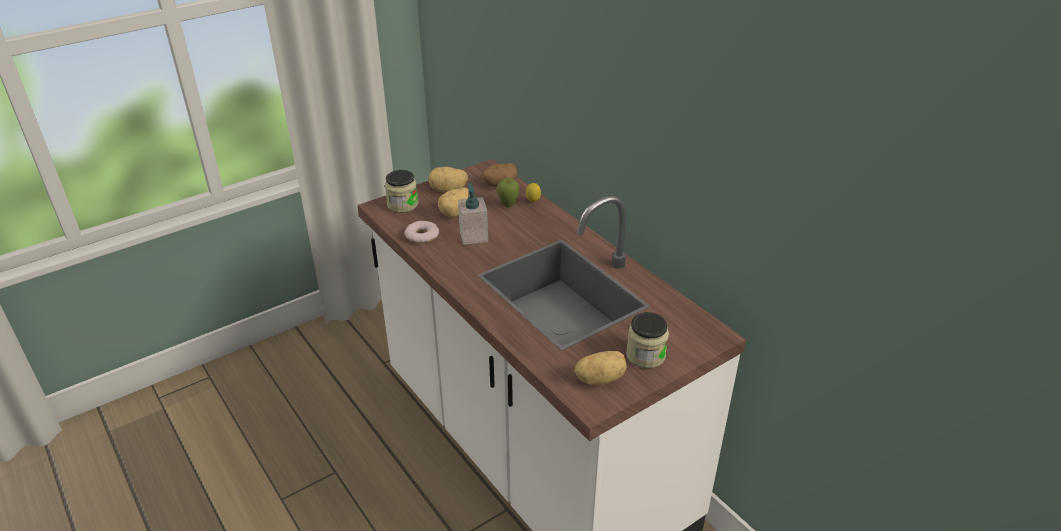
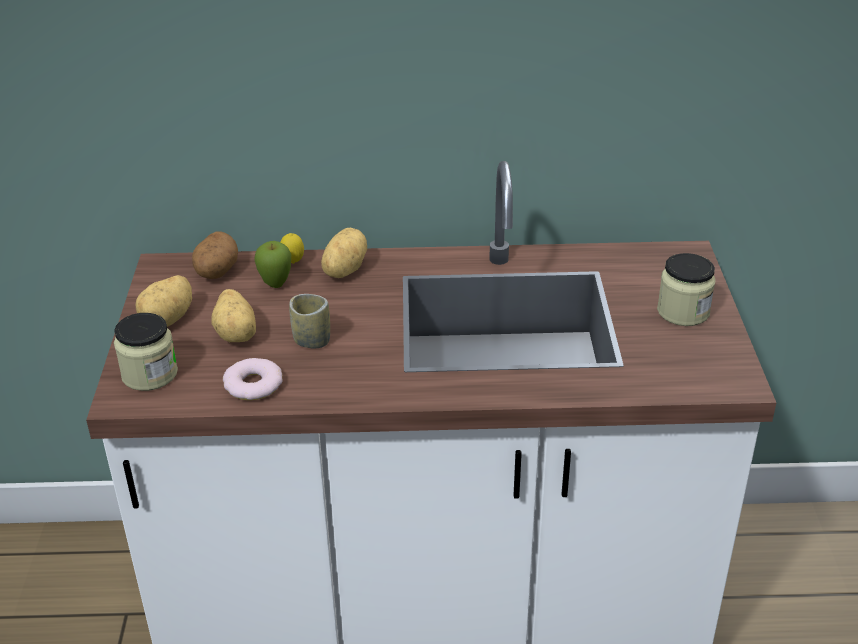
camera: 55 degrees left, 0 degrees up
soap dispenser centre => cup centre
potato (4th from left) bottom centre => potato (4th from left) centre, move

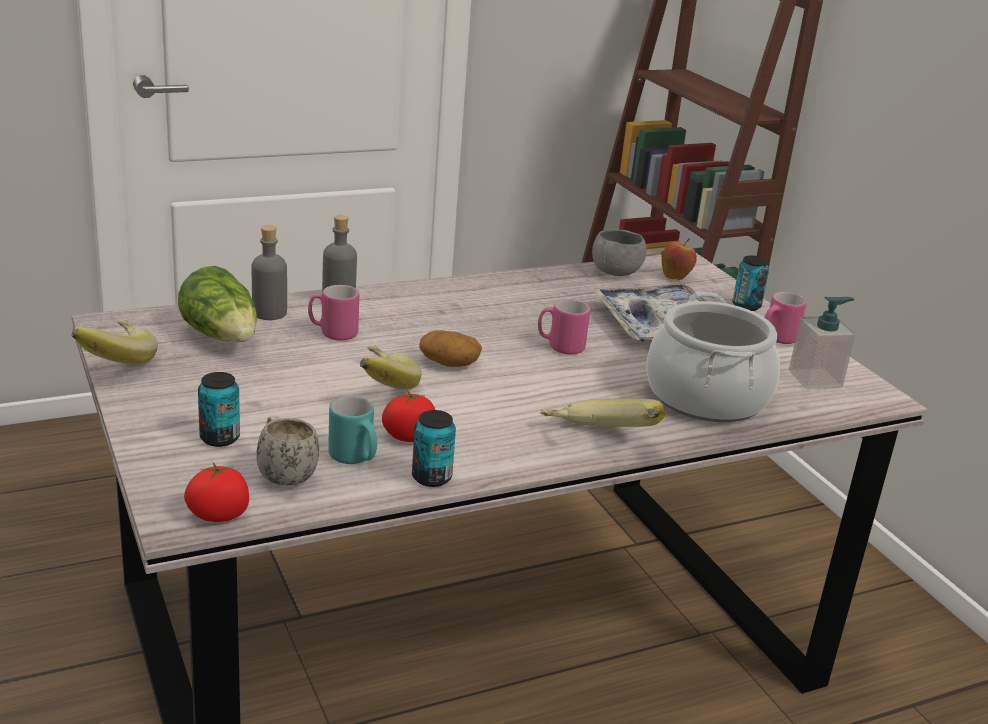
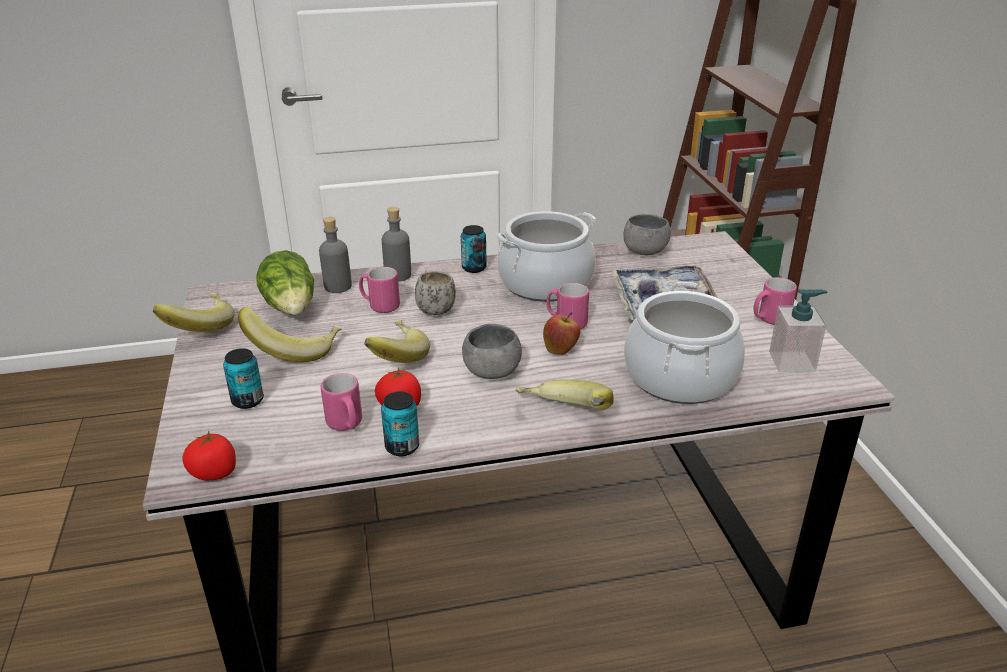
camera: 15 degrees right, 5 degrees up
apple middle right => apple centre, move
can (3rd from left) middle right => can (3rd from left) centre, move
potato centre => nothing
turquoise mug centre => pink mug (1st from left) centre
white mug middle left => white mug centre, move
nothing => cooking pot (1st from left) centre
nothing => banana (2nd from left) middle left
nothing => grey bowl (1st from left) centre

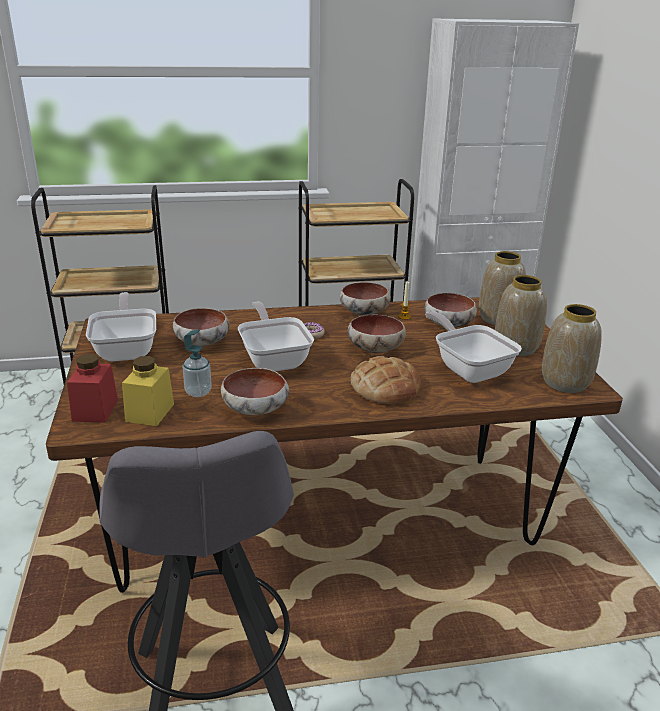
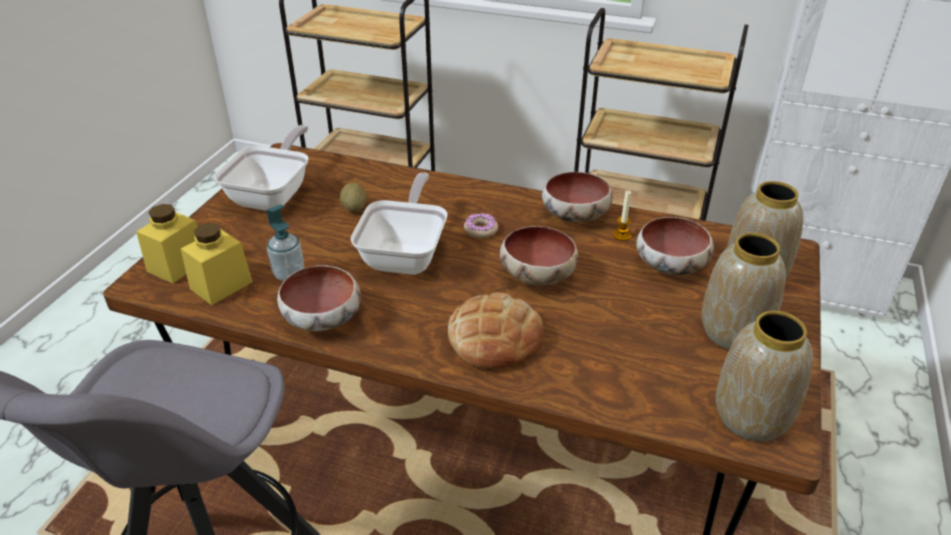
camera: 30 degrees right, 10 degrees up
bowl (1st from left) middle left => potato centre
frying pan (3rd from left) middle right => nothing
red jar middle left => yellow jar (1st from left) middle left

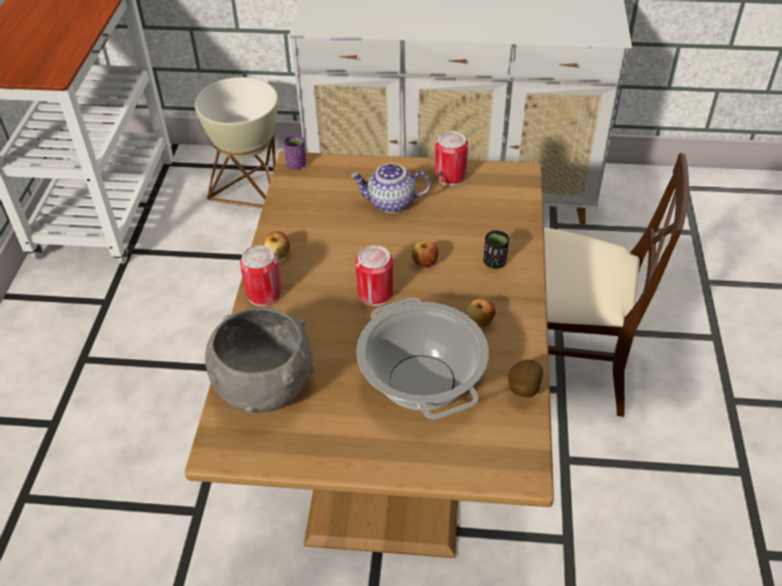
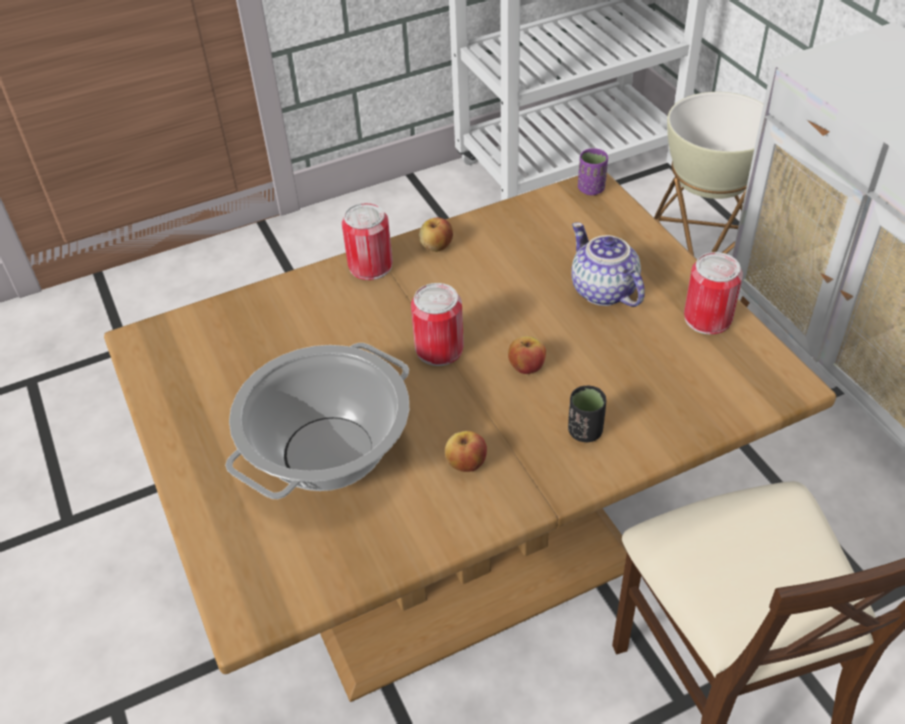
camera: 60 degrees right, 0 degrees up
grey bowl middle left => nothing
potato middle right => nothing

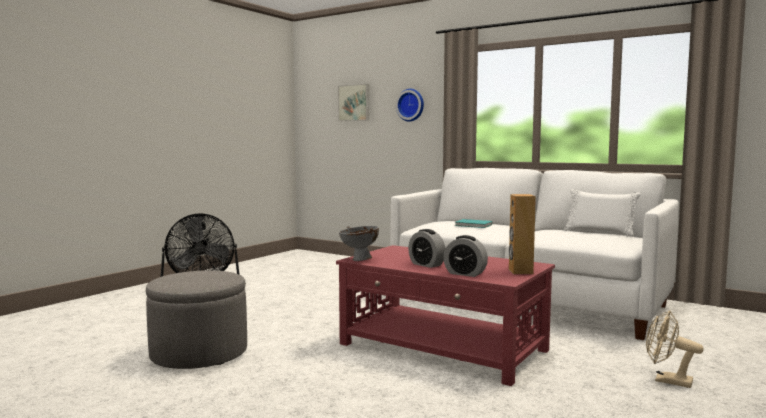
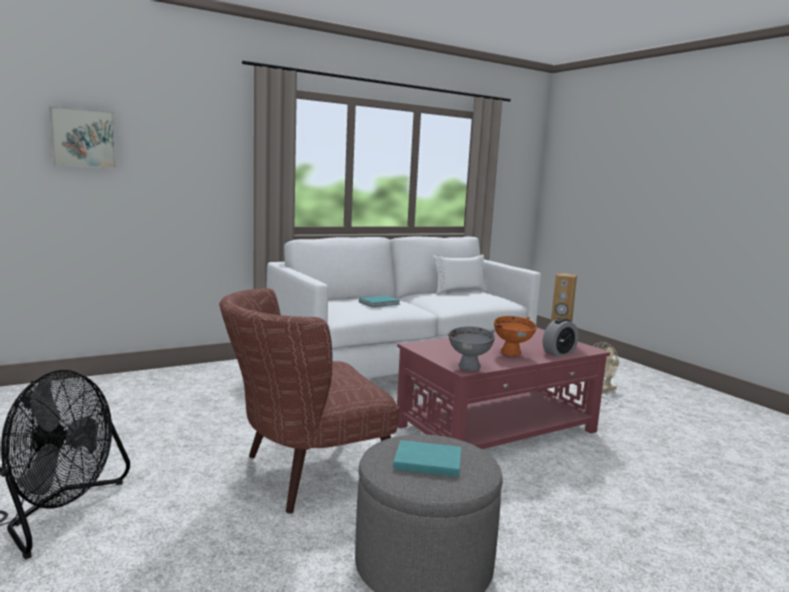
camera: 65 degrees left, 5 degrees up
wall clock top centre => nothing
alarm clock (1st from left) centre => orange bowl centre
nothing => brown armchair bottom centre
nothing => turquoise book (2nd from left) bottom centre

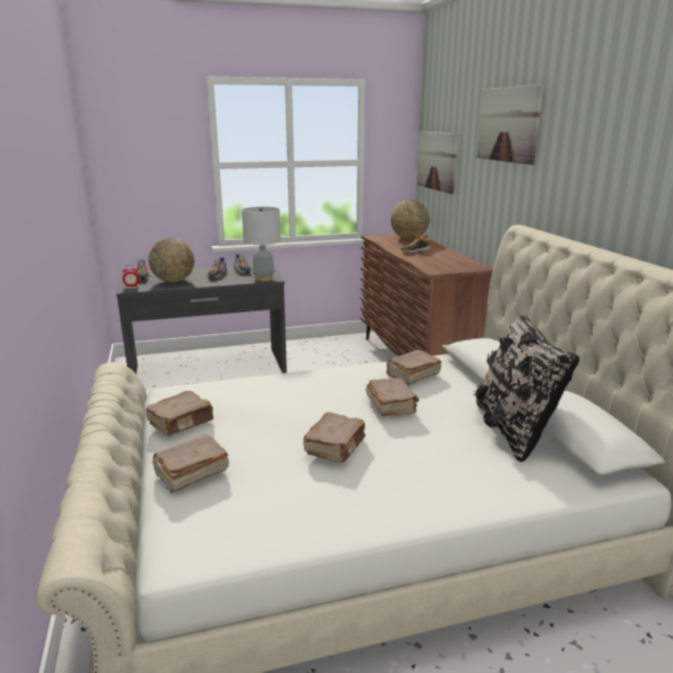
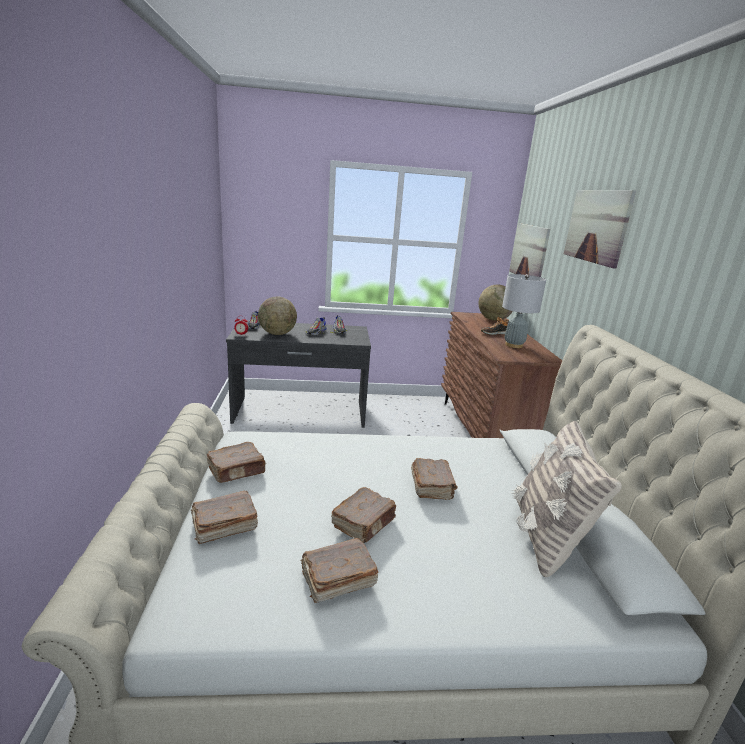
camera: 10 degrees right, 0 degrees up
grey table lamp centre => grey table lamp middle right, move
black pillow middle right => beige pillow bottom right
brown book (5th from left in the first image) centre => brown book (3rd from left) bottom centre, move

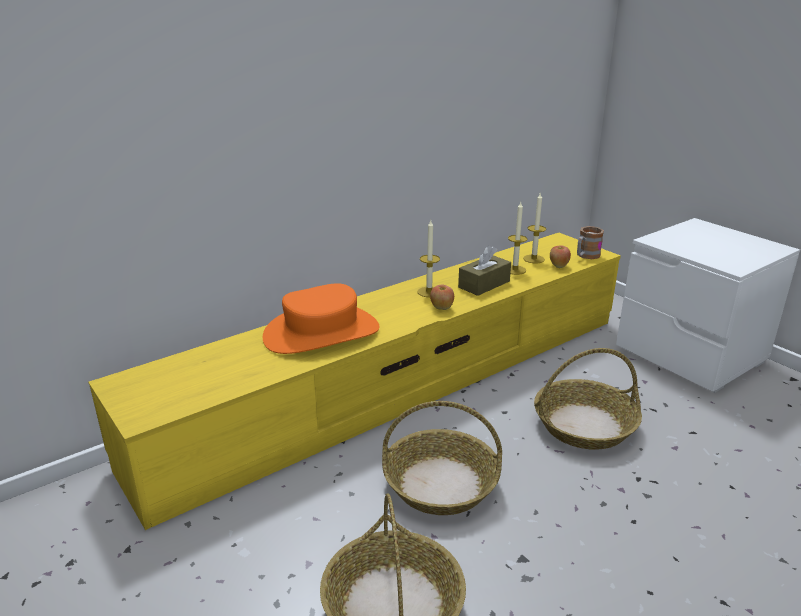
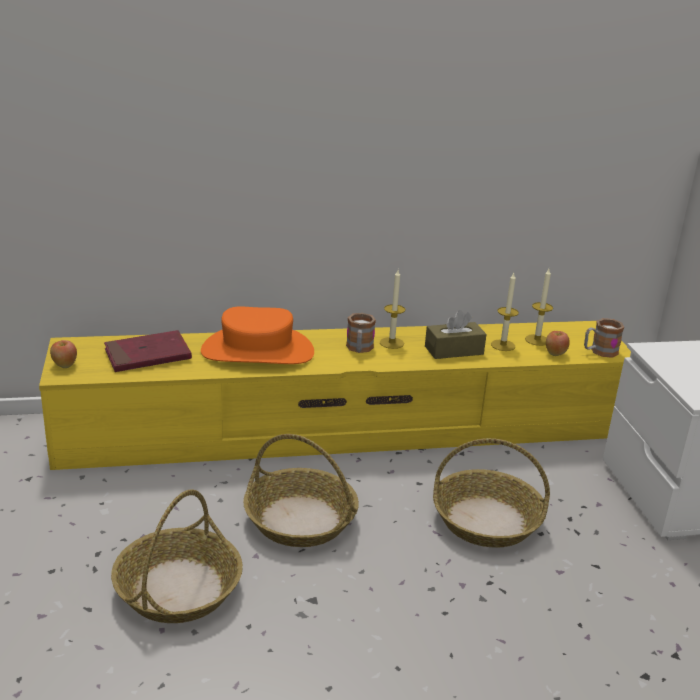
camera: 25 degrees right, 0 degrees up
apple (1st from left) centre => apple (1st from left) middle left, move
nothing => mug (1st from left) centre
nothing => red book middle left

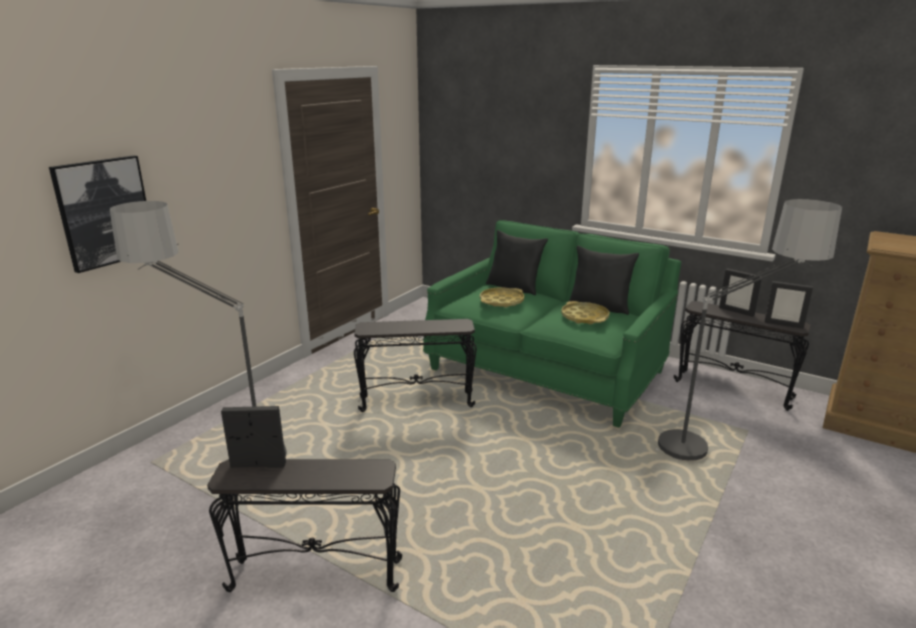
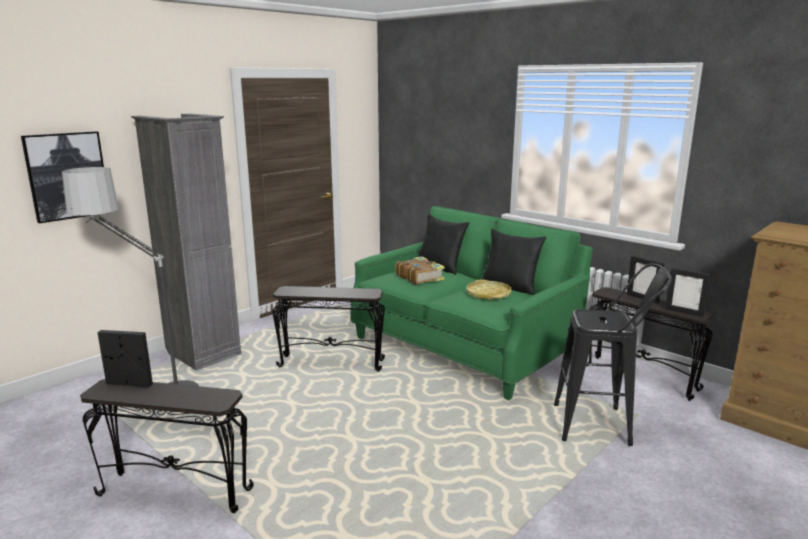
camera: 10 degrees right, 5 degrees down
floor lamp (2nd from left) middle right => black stool middle right
yellow tray (1st from left) centre => book centre
nothing => grey cabinet middle left

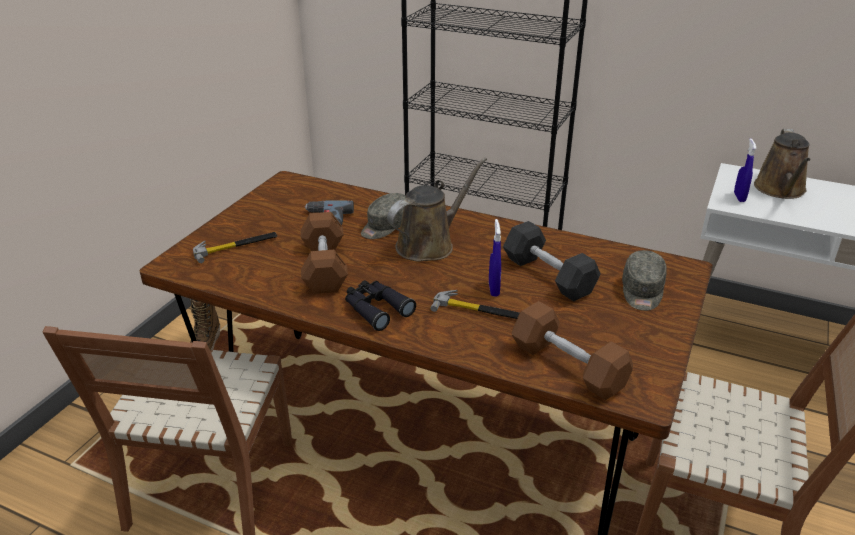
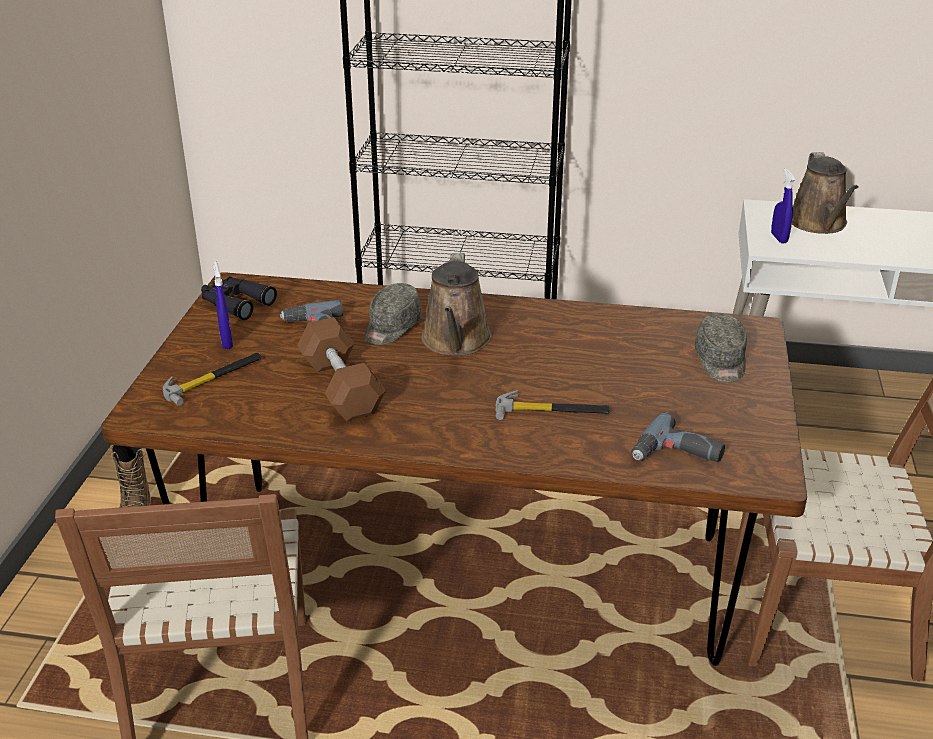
camera: 15 degrees left, 0 degrees up
brown watering can (1st from left) centre, 150 degrees clockwise
blue spray bottle (1st from left) centre => blue spray bottle (1st from left) middle left, move
grey dumbbell centre => nothing
black binoculars centre => black binoculars middle left, move
brown dumbbell (2nd from left) middle right => power drill (2nd from left) middle right

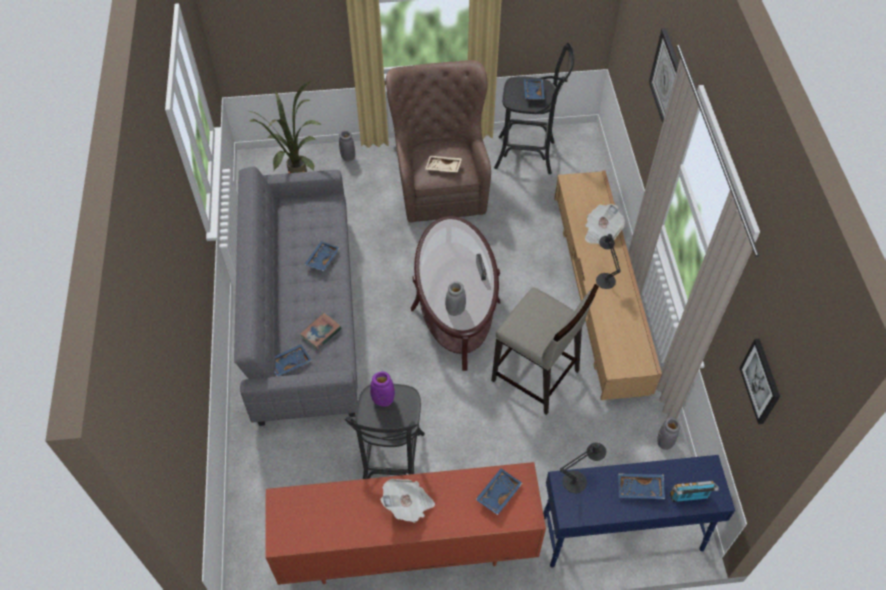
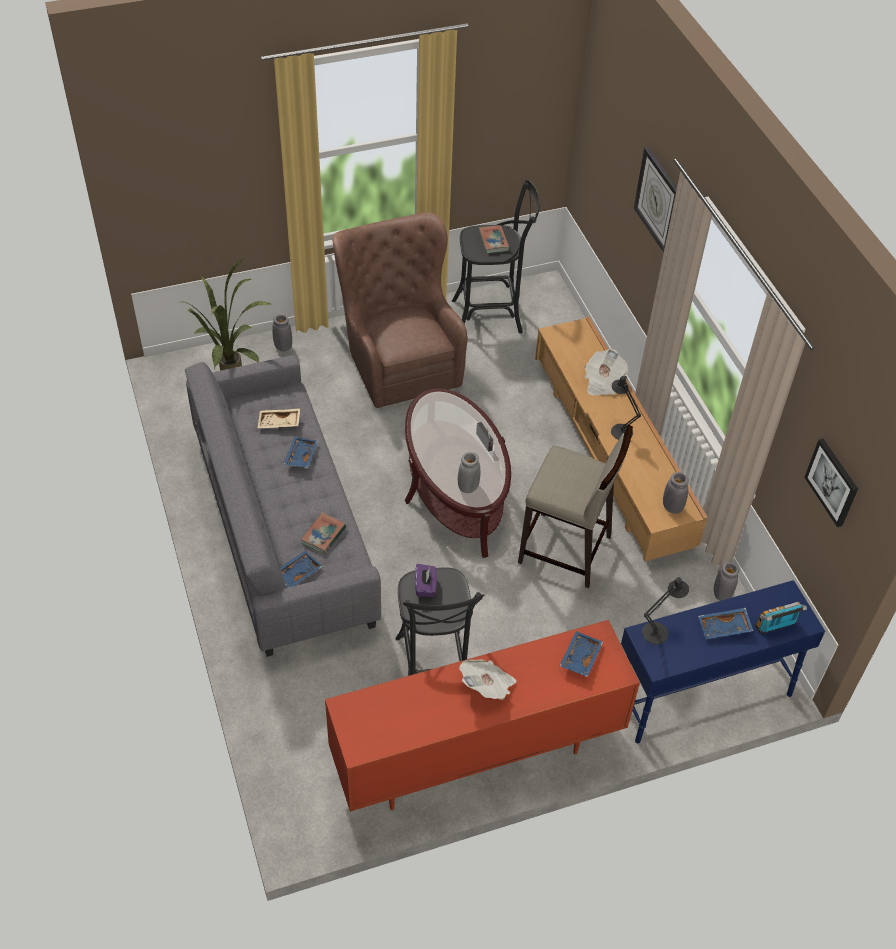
camera: 15 degrees left, 5 degrees down
blue tray (4th from left) top centre => book (2nd from left) top centre
beige tray top centre => beige tray middle left, move
purple vase centre => purple tissue box centre
nothing => grey vase (3rd from left) middle right

